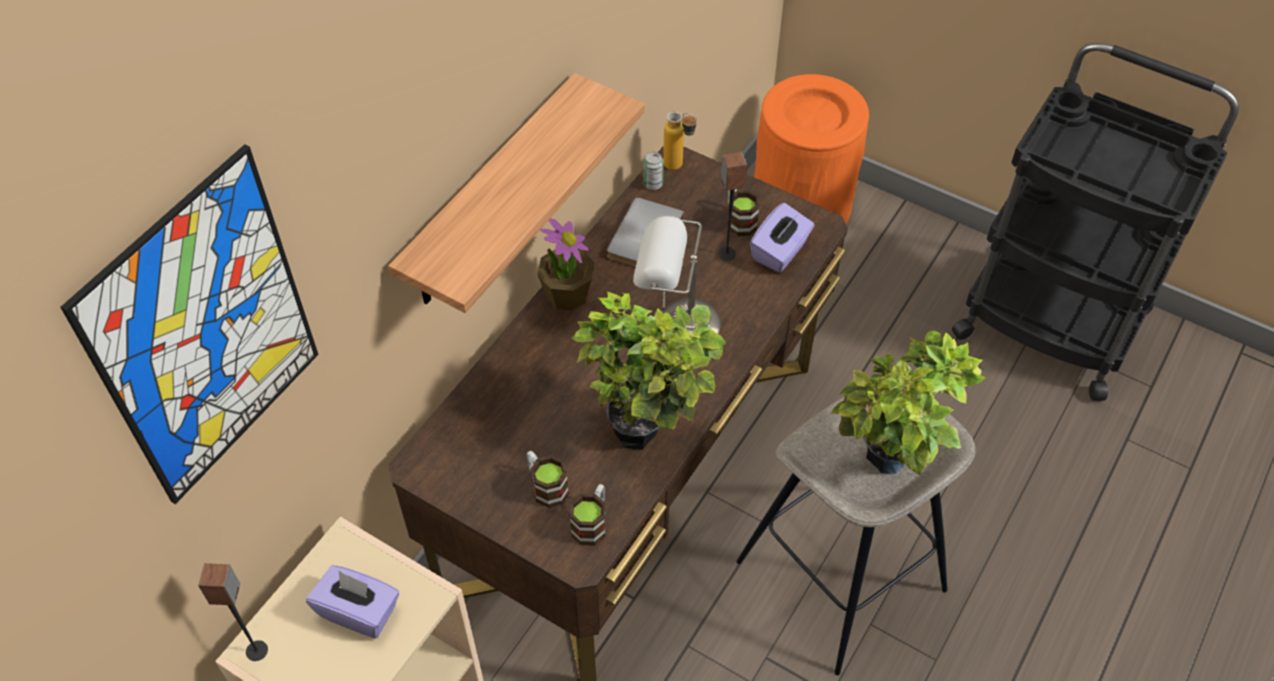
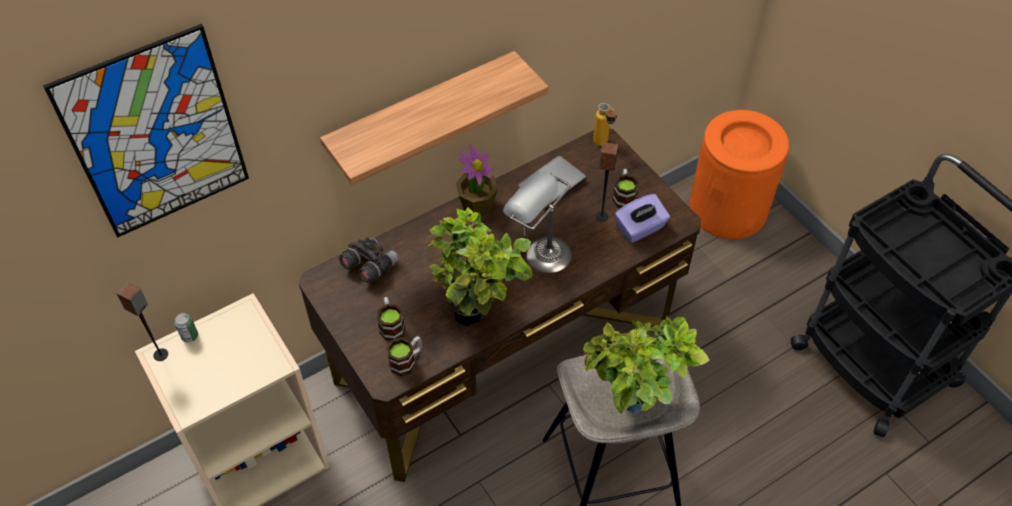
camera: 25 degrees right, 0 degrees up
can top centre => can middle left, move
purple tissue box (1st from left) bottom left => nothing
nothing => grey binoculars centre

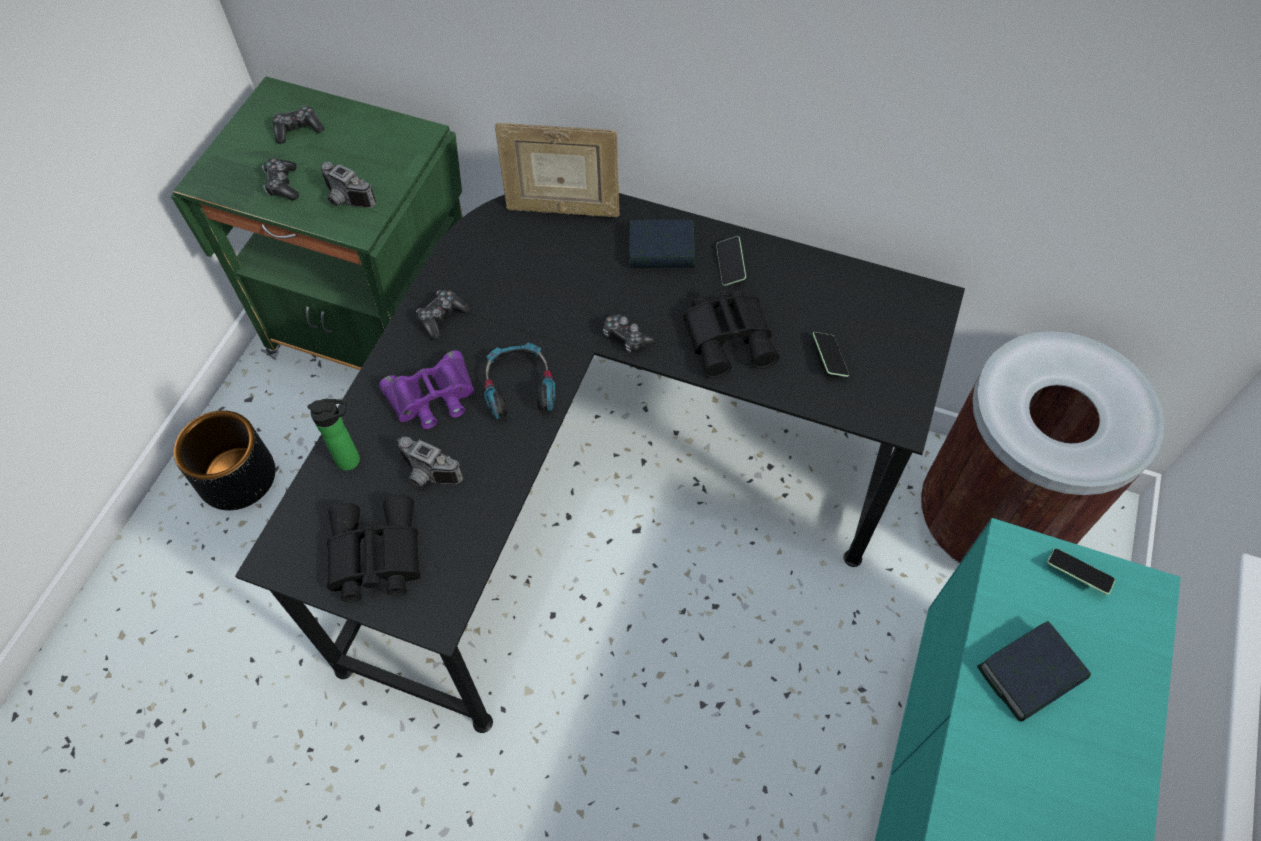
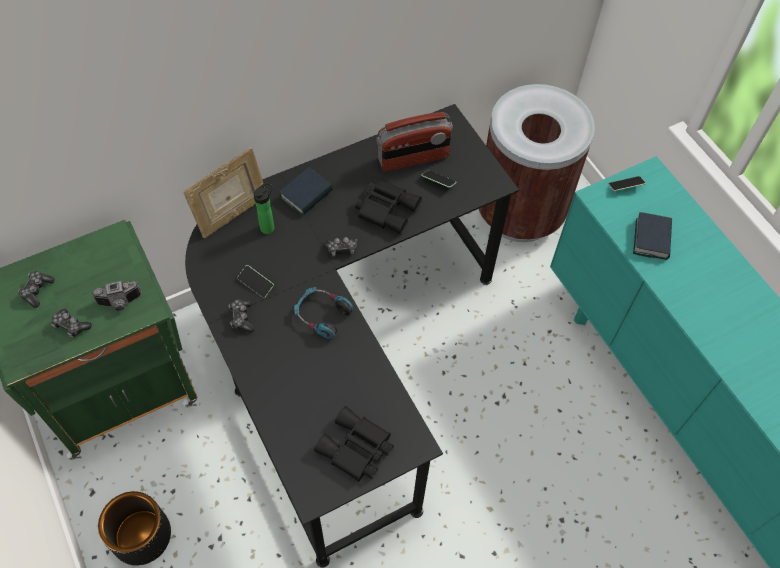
camera: 50 degrees left, 0 degrees up
phone (1st from left) top centre => phone (1st from left) middle left, move
purple binoculars centre => nothing
bottle middle left => bottle centre, move
photo camera (2nd from left) centre => nothing
nothing => radio top centre

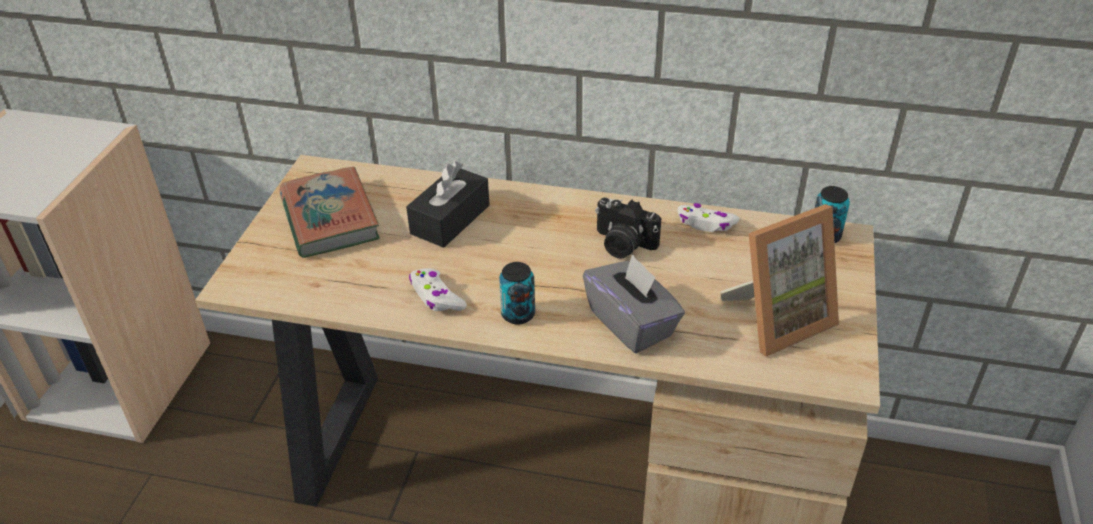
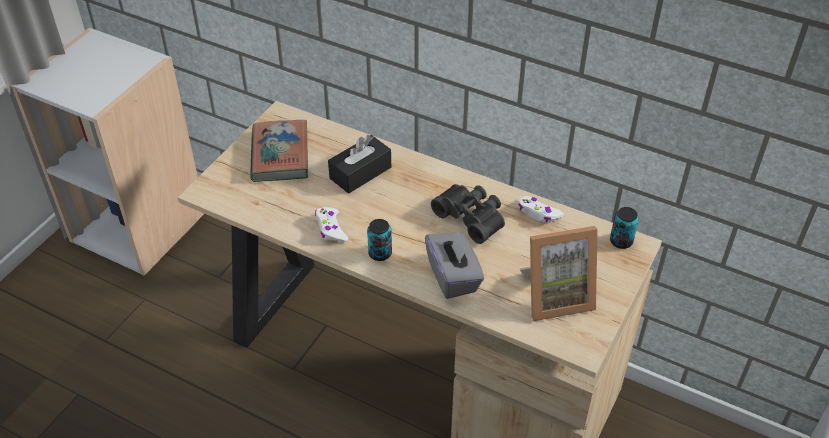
camera: 15 degrees right, 5 degrees up
photo camera centre => black binoculars centre

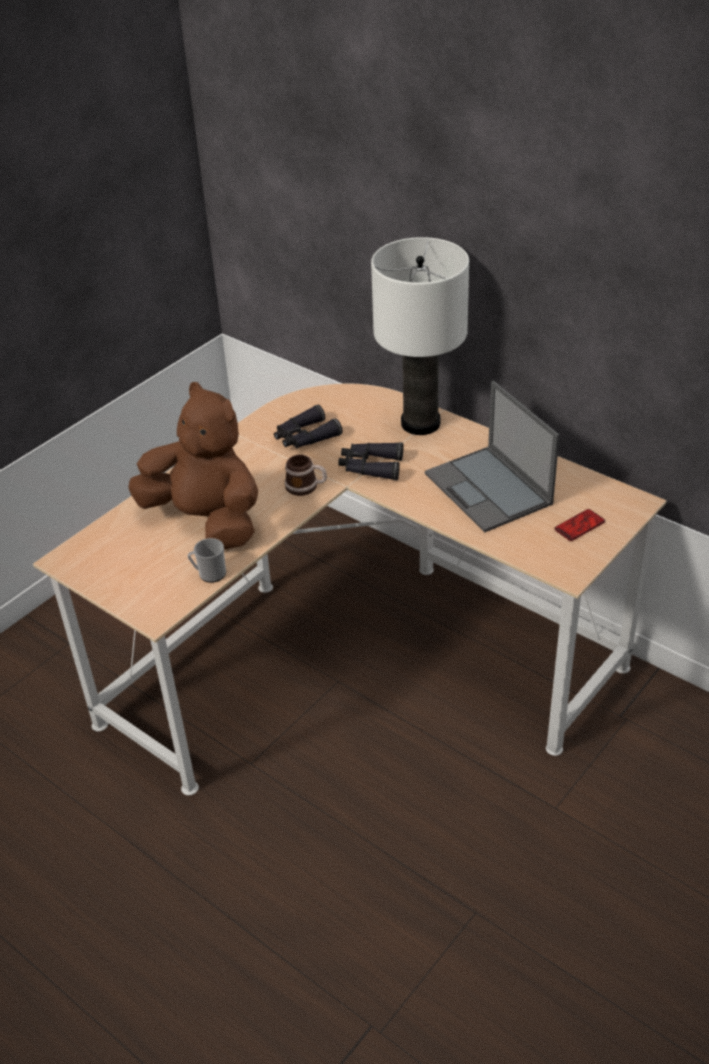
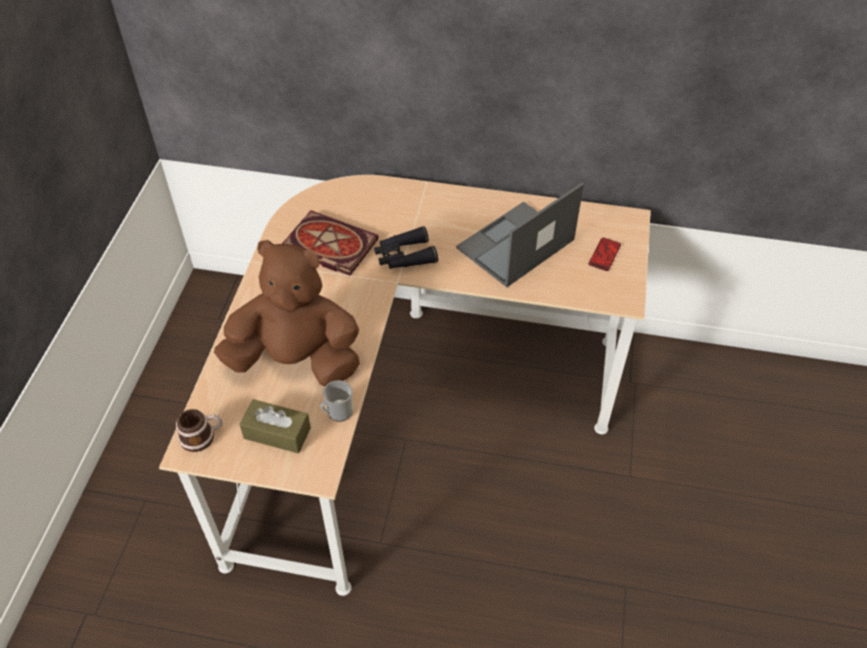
camera: 30 degrees left, 10 degrees up
white table lamp top centre => nothing
laptop middle right => laptop centre, 105 degrees clockwise
black binoculars (1st from left) centre => book centre
mug (2nd from left in the first image) centre => mug (1st from left) middle left, move
nothing => brown tissue box middle left

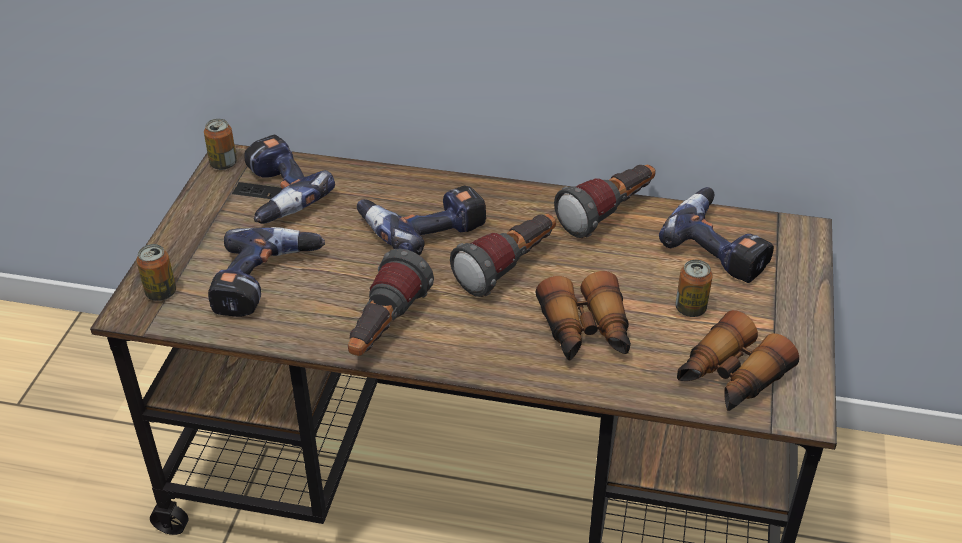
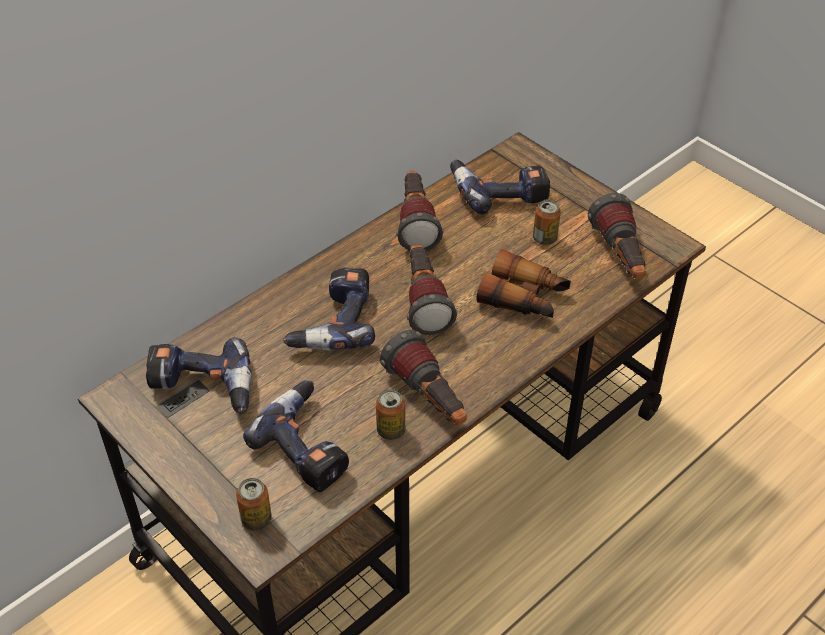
camera: 55 degrees left, 5 degrees up
can (2nd from left) top left => can (2nd from left) centre, move
binoculars (2nd from left) middle right => flashlight (4th from left) middle right

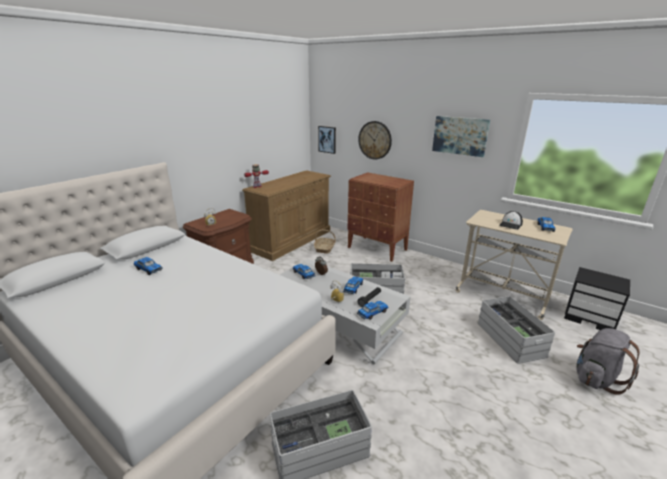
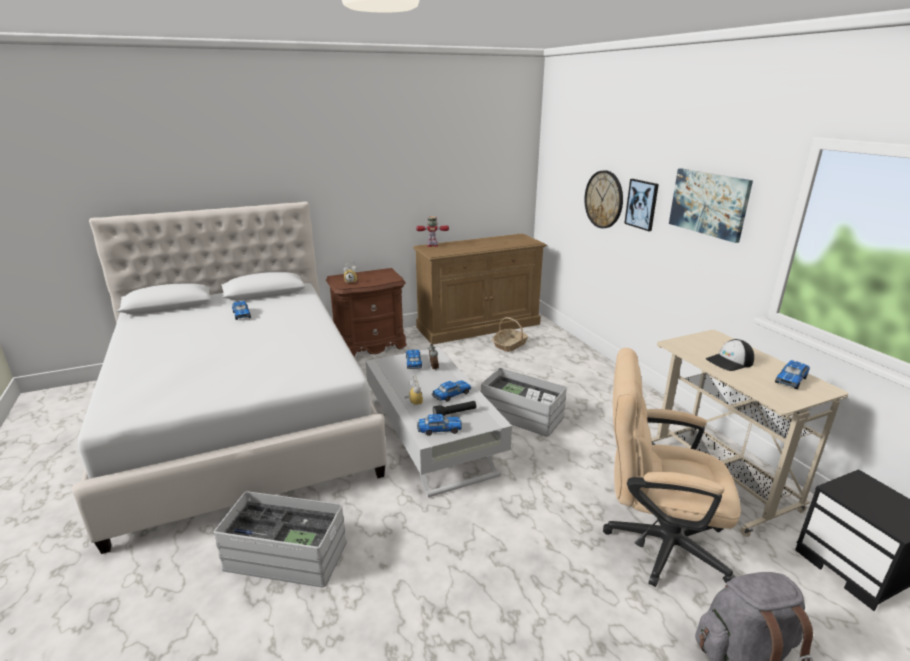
camera: 30 degrees right, 0 degrees up
picture (1st from left) top centre => picture (1st from left) top right, move
brown dresser centre => nothing
grey storage box (3rd from left) bottom right => beige office chair bottom right

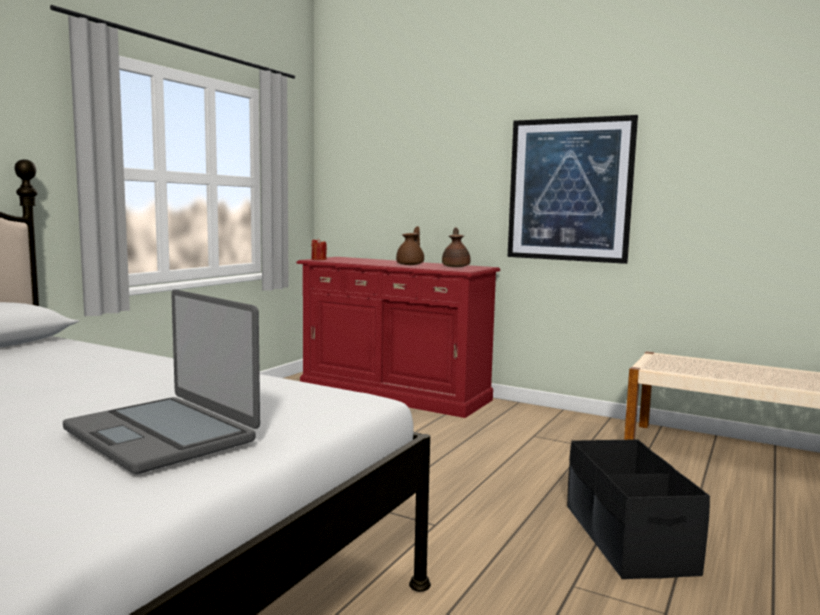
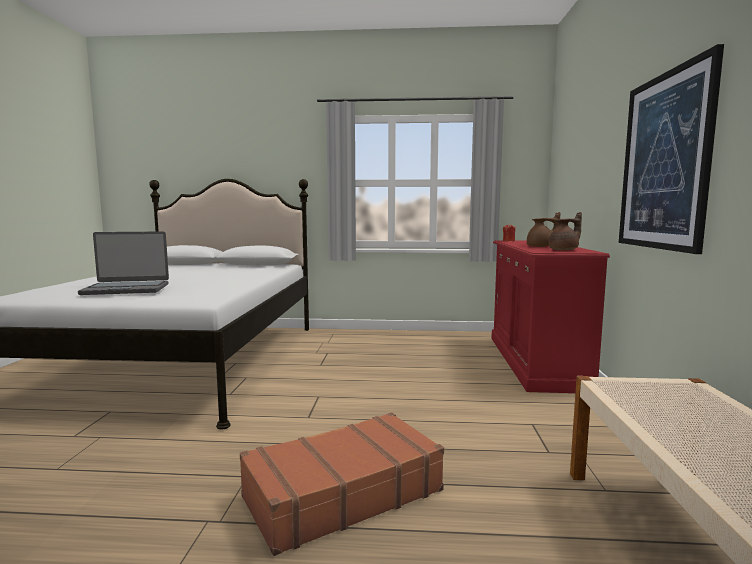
camera: 65 degrees right, 0 degrees up
laptop middle left, 120 degrees counterclockwise
black storage box bottom right => brown suitcase bottom centre

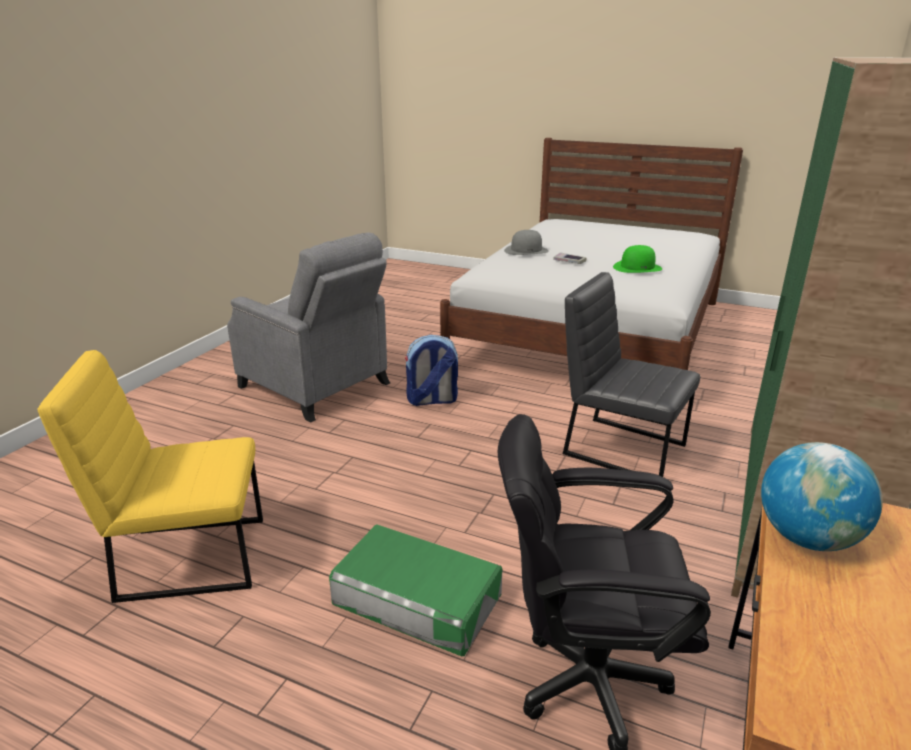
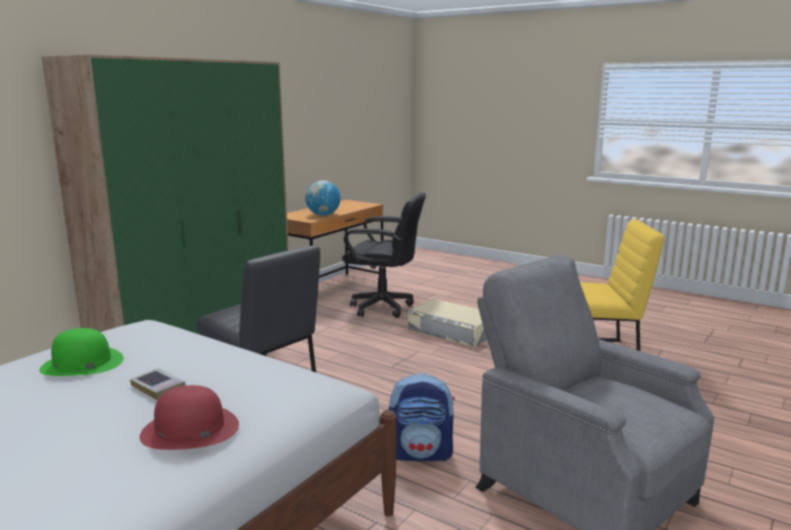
camera: 170 degrees left, 10 degrees down
grey hat top centre => red hat bottom left
green storage box bottom centre => beige storage box centre

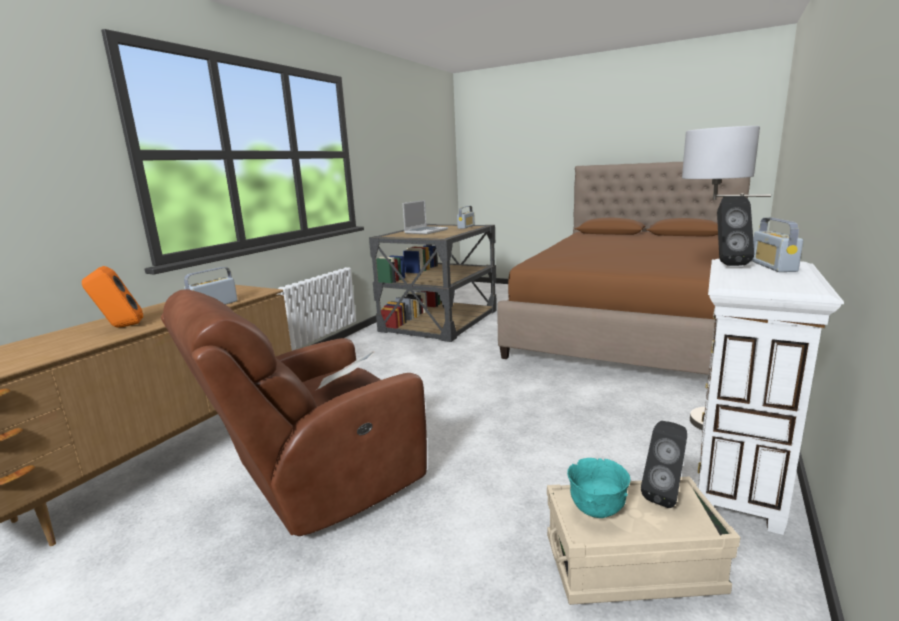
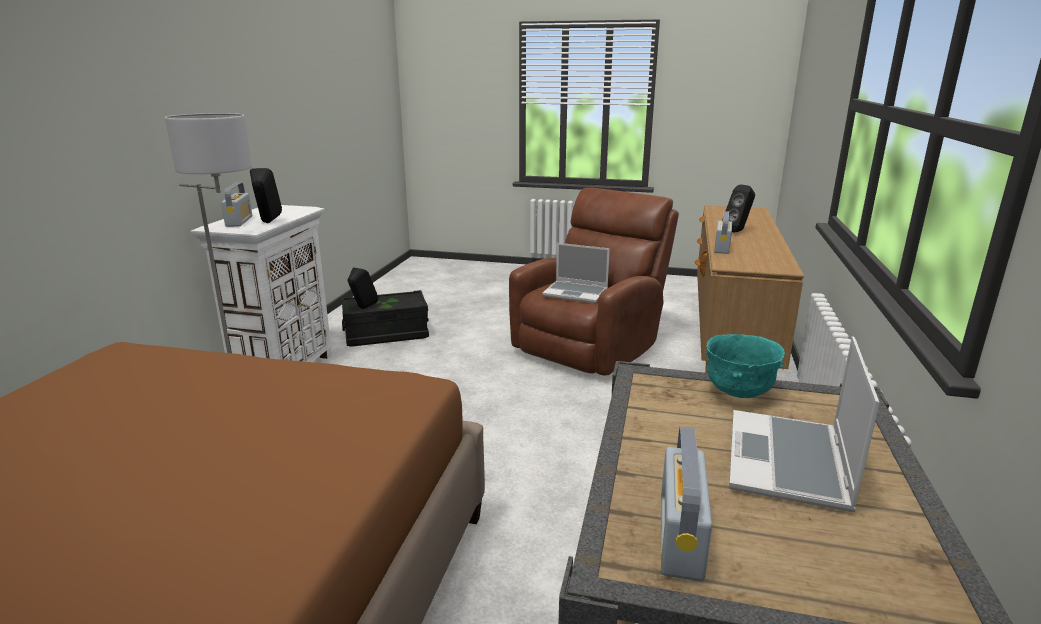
camera: 165 degrees right, 5 degrees up
orange speaker middle left => black speaker (3rd from left) middle right
newspaper centre => laptop (1st from left) centre
turquoise bowl bottom centre => turquoise bowl middle right, move
beige storage box bottom right => black storage box centre

